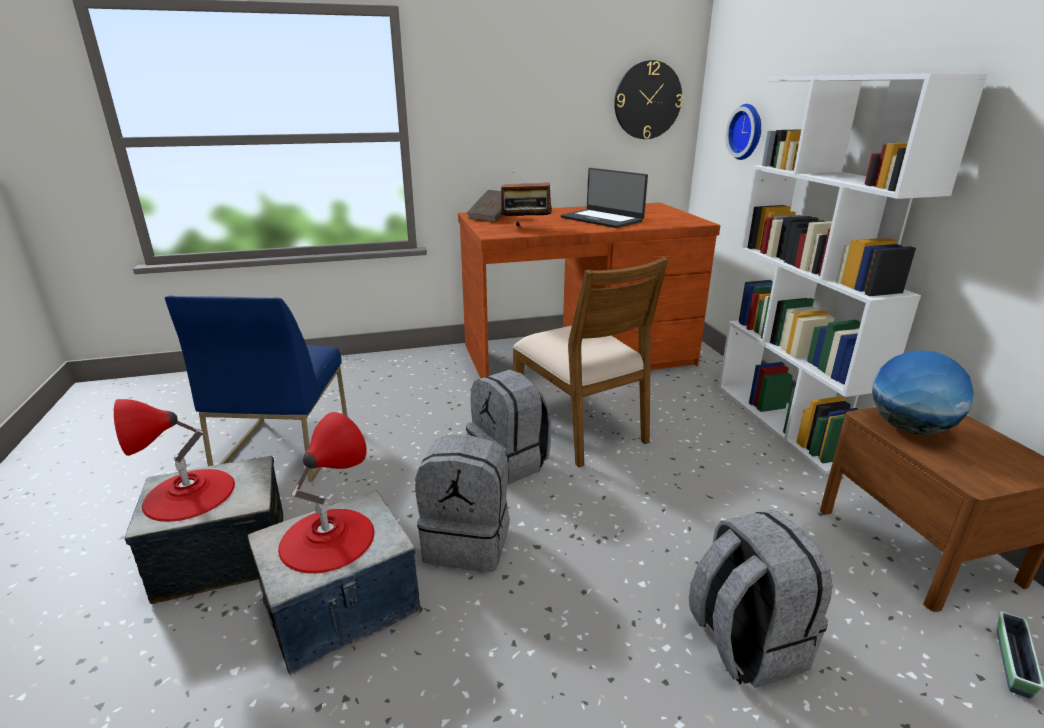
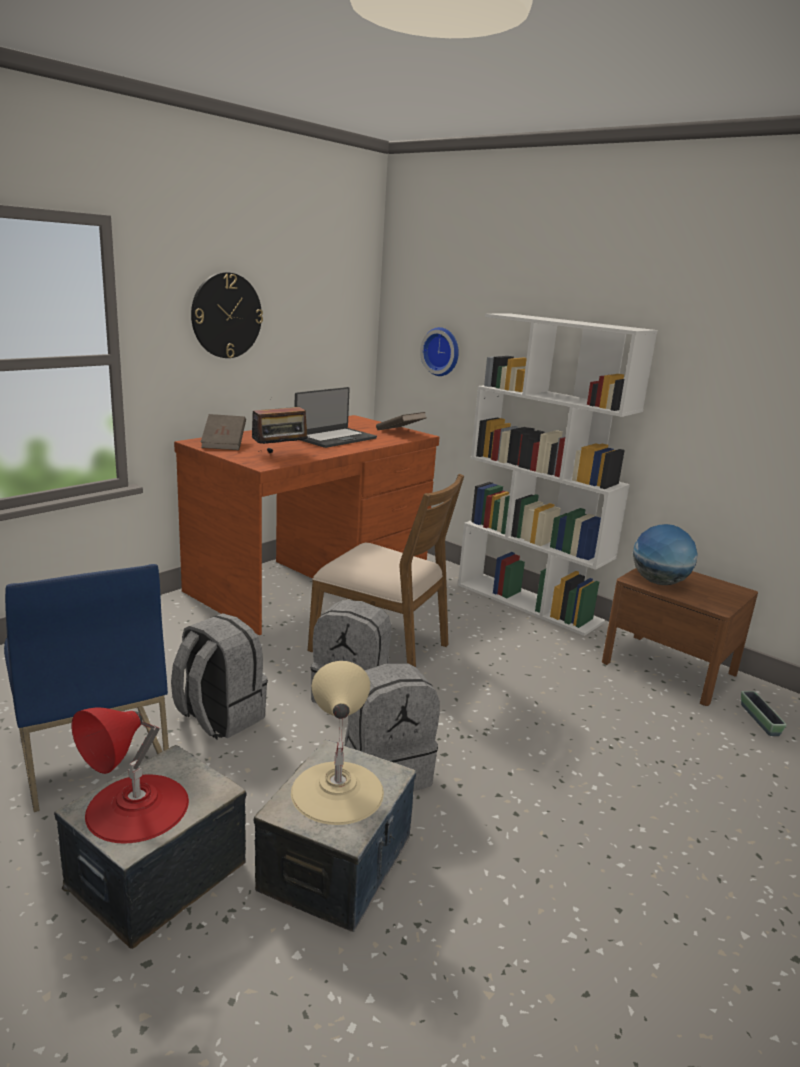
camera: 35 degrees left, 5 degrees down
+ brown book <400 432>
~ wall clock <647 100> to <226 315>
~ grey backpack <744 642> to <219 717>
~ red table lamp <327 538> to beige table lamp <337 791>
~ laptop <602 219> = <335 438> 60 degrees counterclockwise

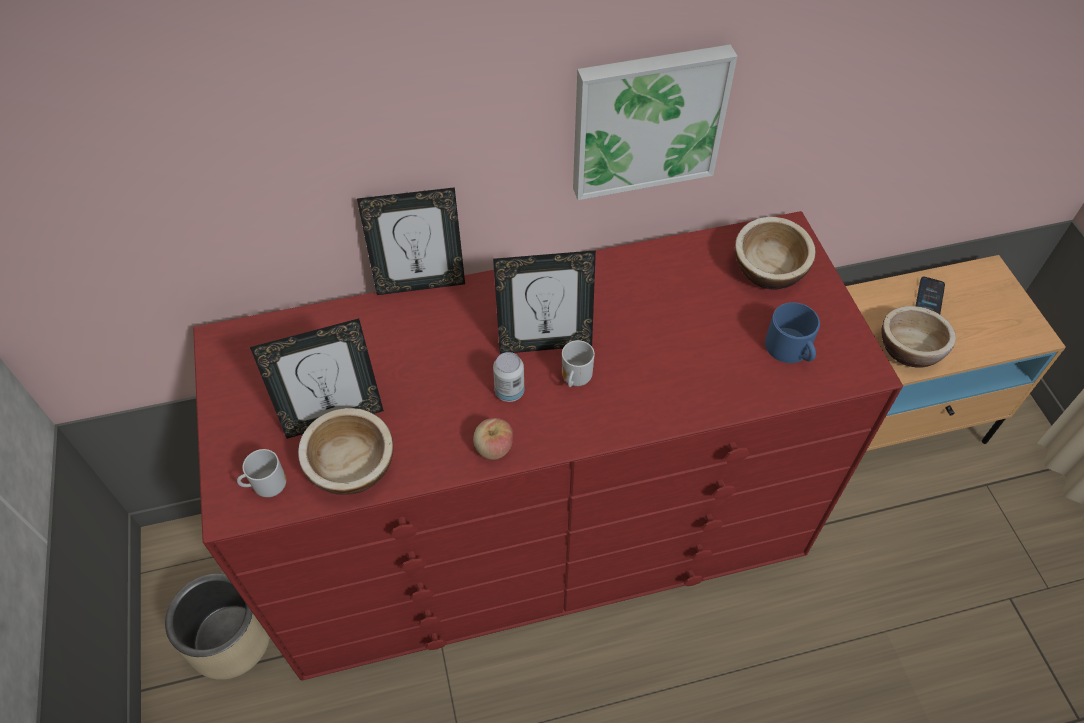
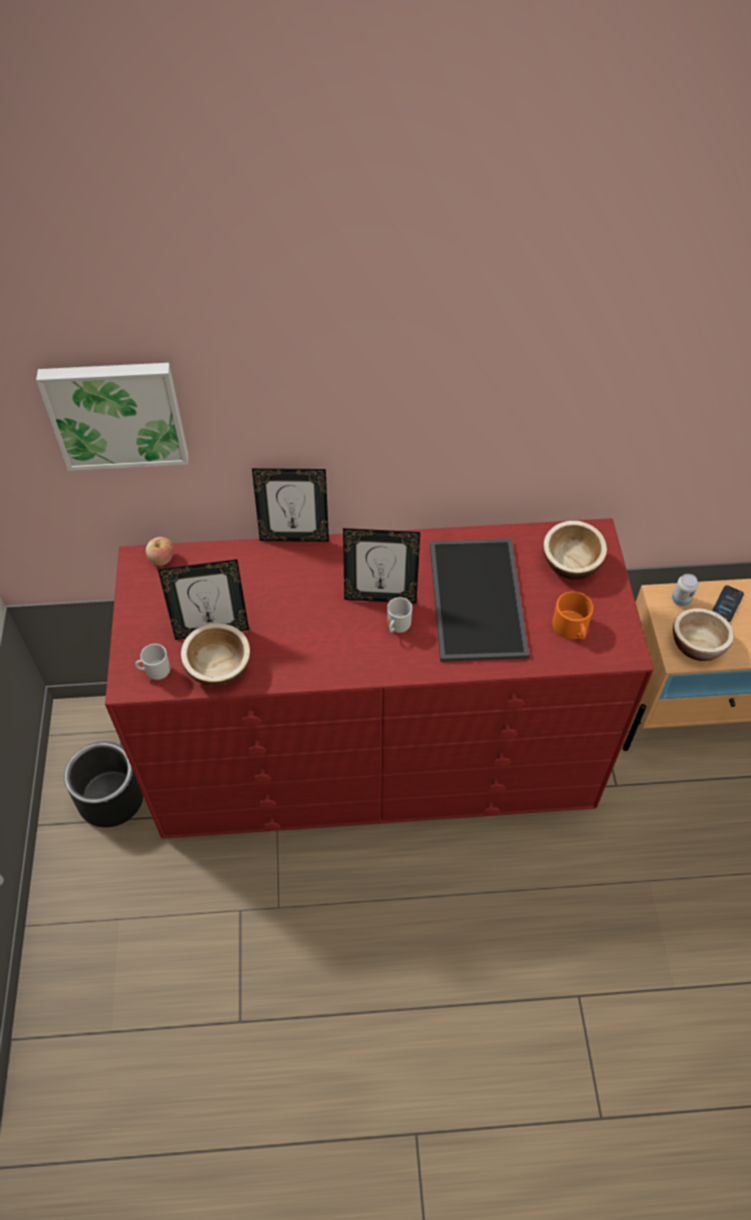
camera: 10 degrees right, 0 degrees up
+ tray <474 598>
~ apple <493 448> to <162 559>
~ can <509 391> to <681 600>
~ picture <647 120> to <116 413>
~ beige planter <229 640> to black planter <110 798>
~ blue mug <791 349> to orange mug <571 628>

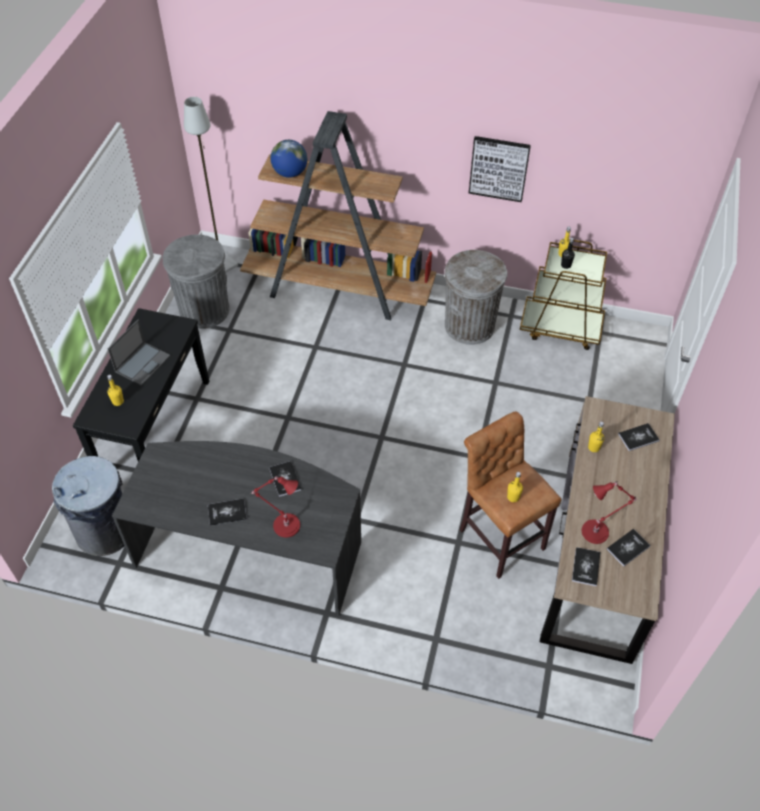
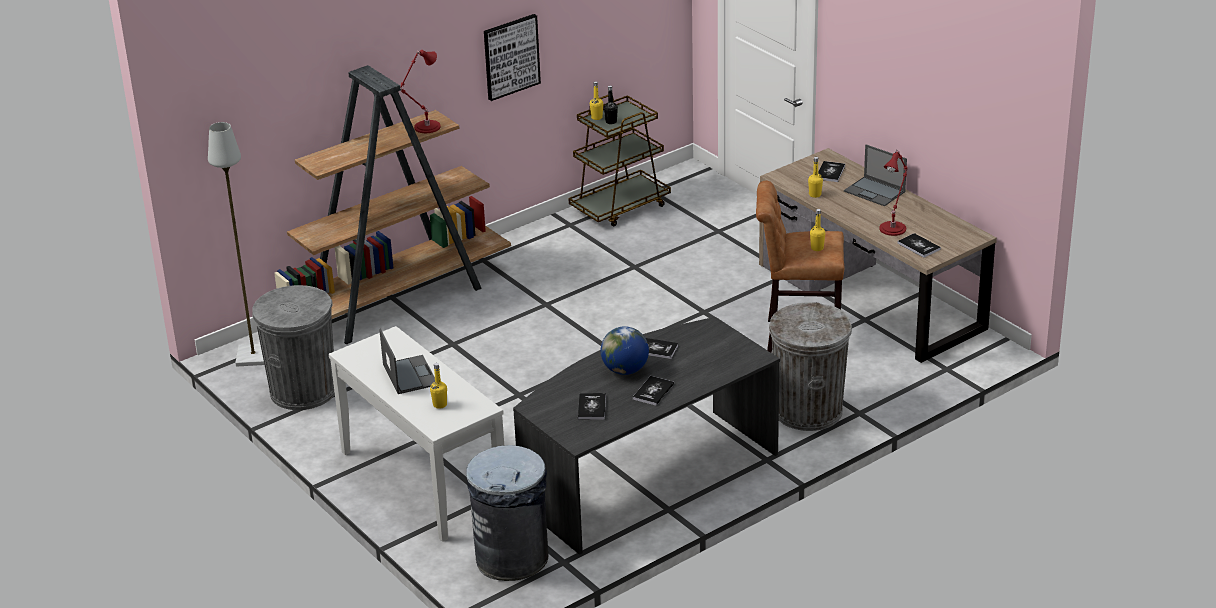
camera: 50 degrees left, 20 degrees down
+ laptop <875 192>
~ red table lamp <284 525> to <425 128>
~ globe <290 173> to <625 370>
~ grey trash can <469 325> to <807 411>
~ book <628 548> to <592 407>
~ black console table <155 429> to white console table <422 481>

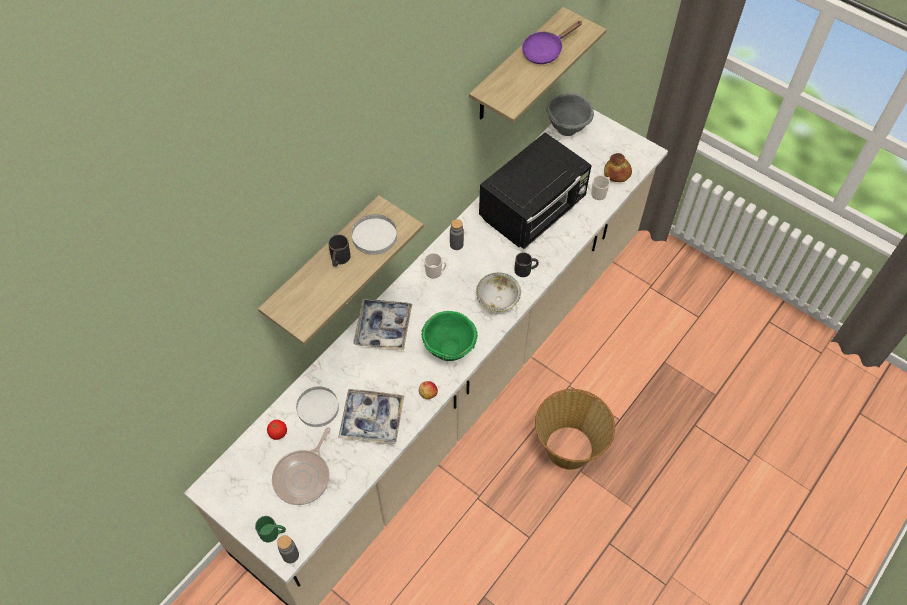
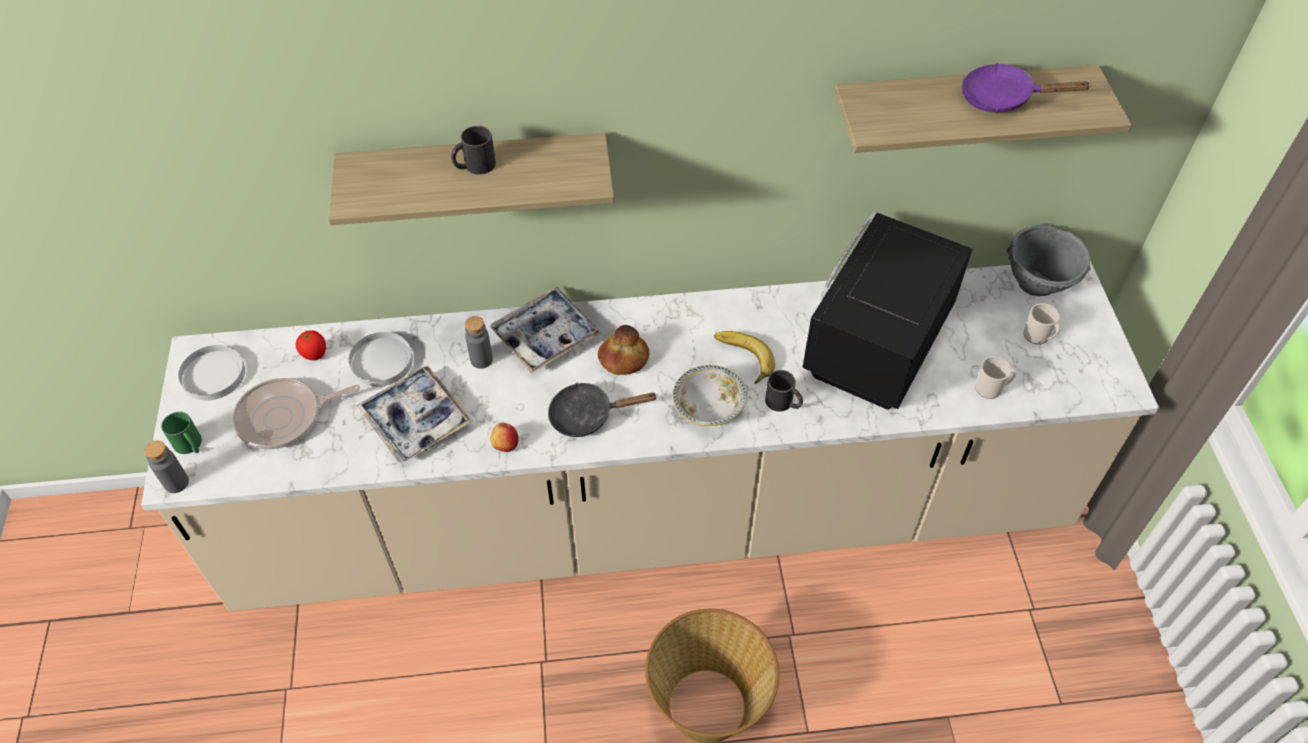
camera: 45 degrees right, 5 degrees down
+ banana <741 359>
~ white plate <374 236> to <213 375>
~ mug <435 272> to <1038 337>
~ grey bottle <456 244> to <481 360>
~ bread <616 173> to <623 359>
~ green bowl <449 348> to black frying pan <588 415>
~ black microwave <533 210> = <875 345> 120 degrees clockwise

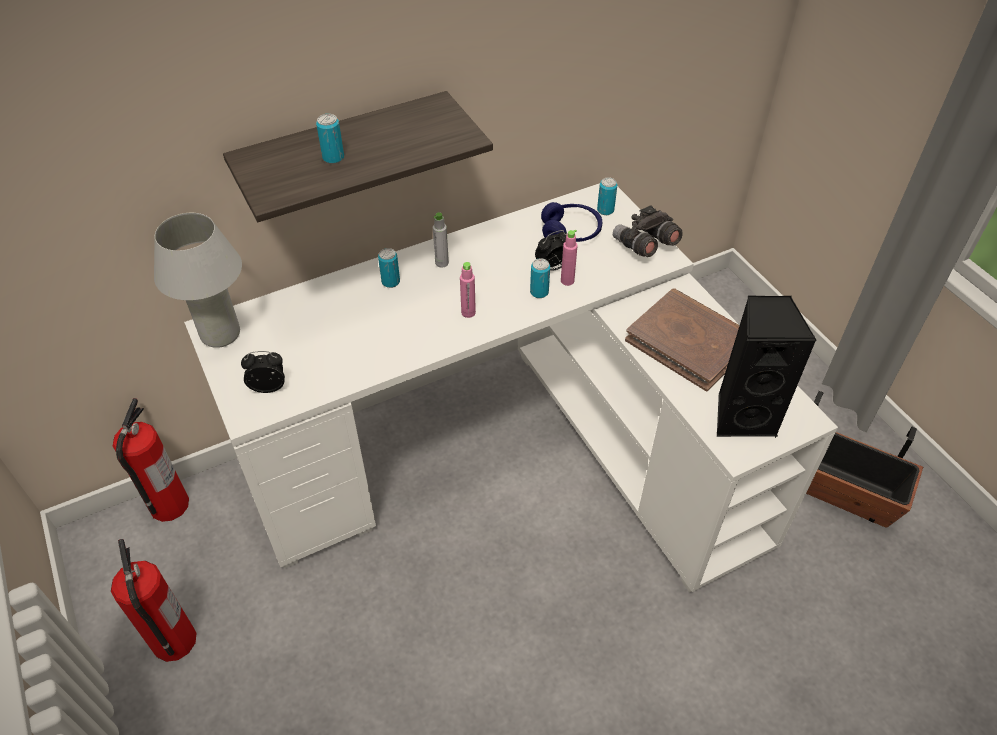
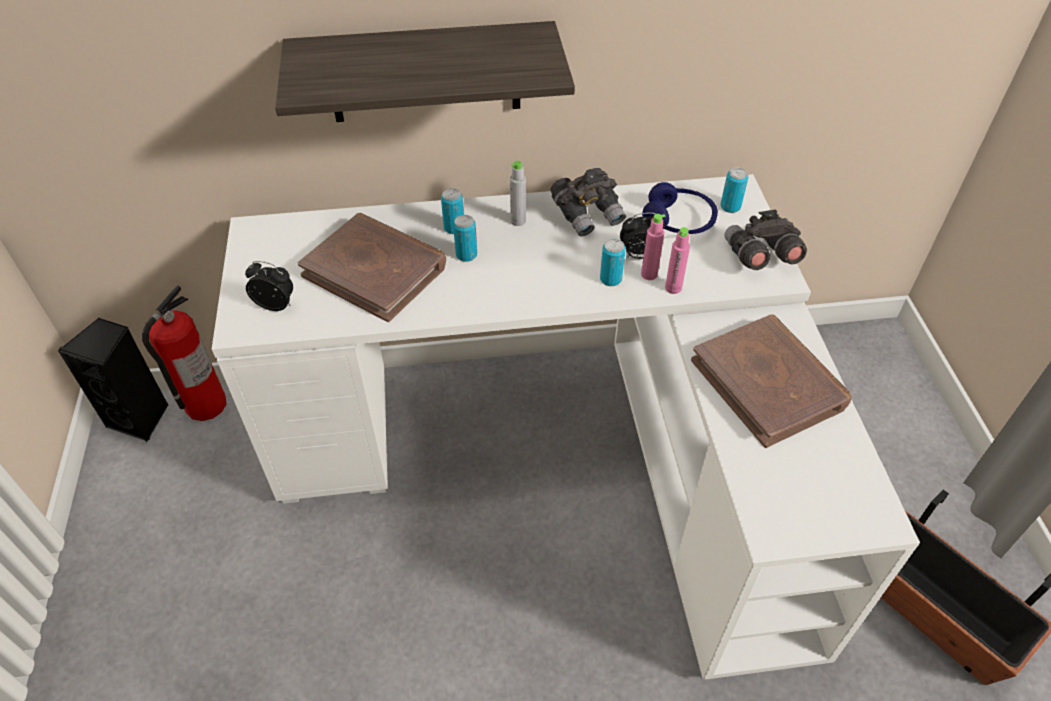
camera: 20 degrees right, 0 degrees up
- fire extinguisher <174 641>
- white table lamp <220 334>
+ brown book <375 270>
+ grey binoculars <588 214>
~ can <333 158> to <466 255>
~ pink bottle <468 312> to <673 288>
~ black speaker <743 416> to <141 418>

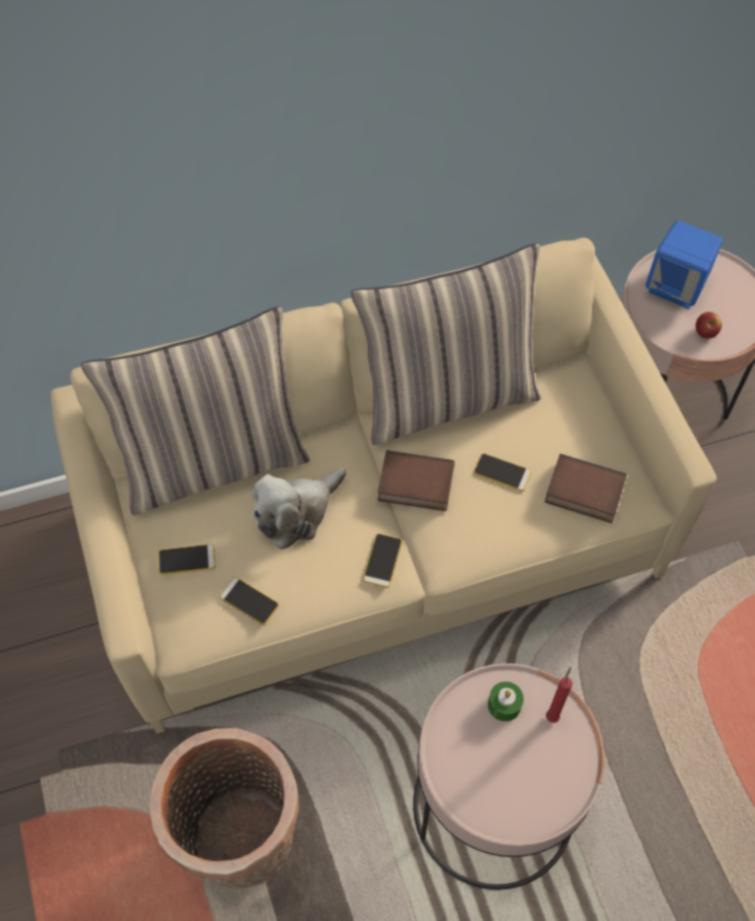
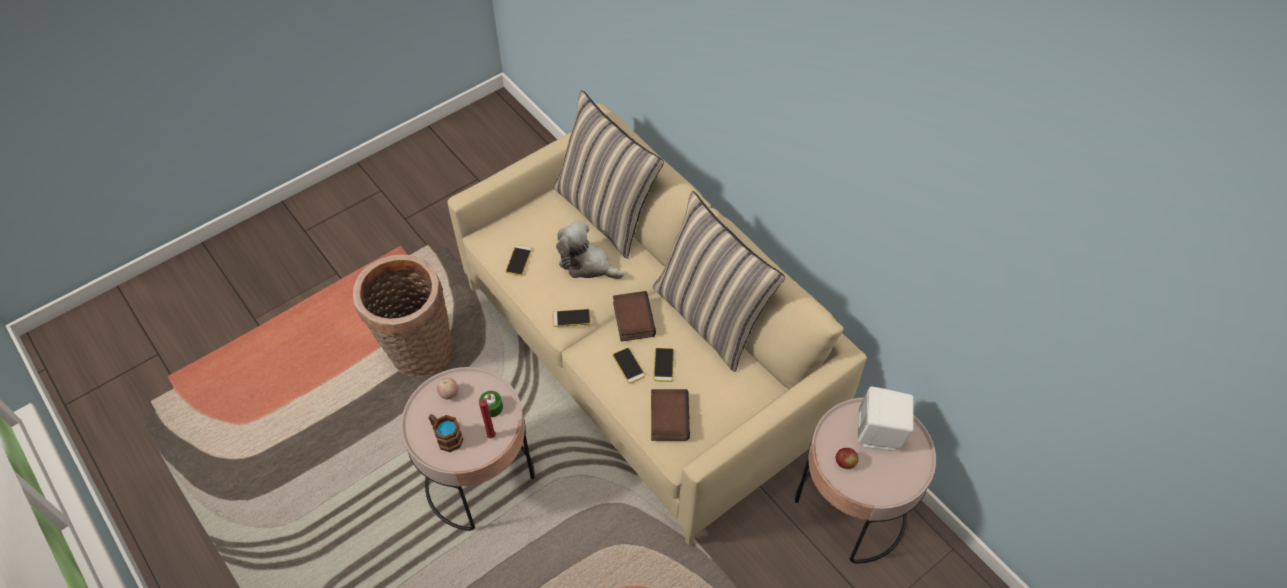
camera: 70 degrees right, 5 degrees down
+ mug <446 437>
+ apple <449 394>
~ phone <187 560> to <628 365>
~ blue speaker <676 287> to white speaker <879 433>

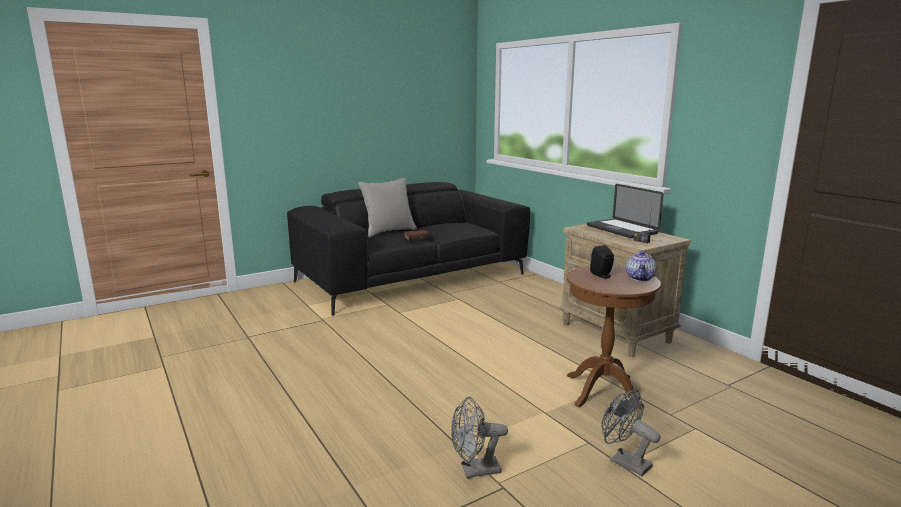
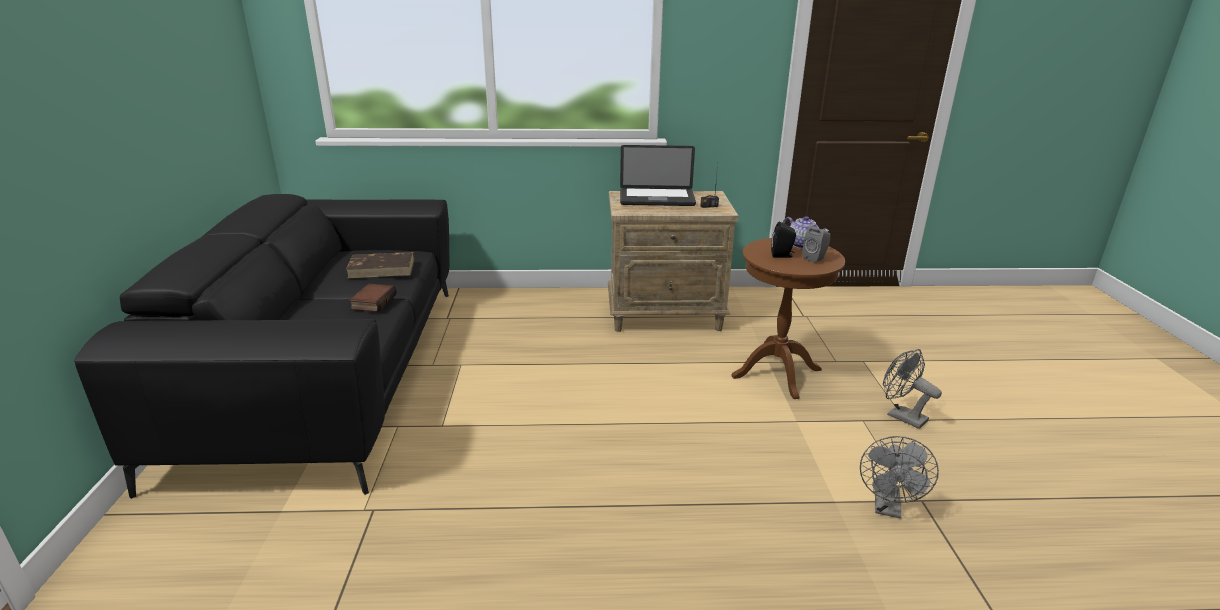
camera: 60 degrees left, 10 degrees up
- grey pillow <389 232>
+ brown book <382 268>
+ grey speaker <815 258>
~ grey fan <624 462> = <901 416> 60 degrees clockwise

